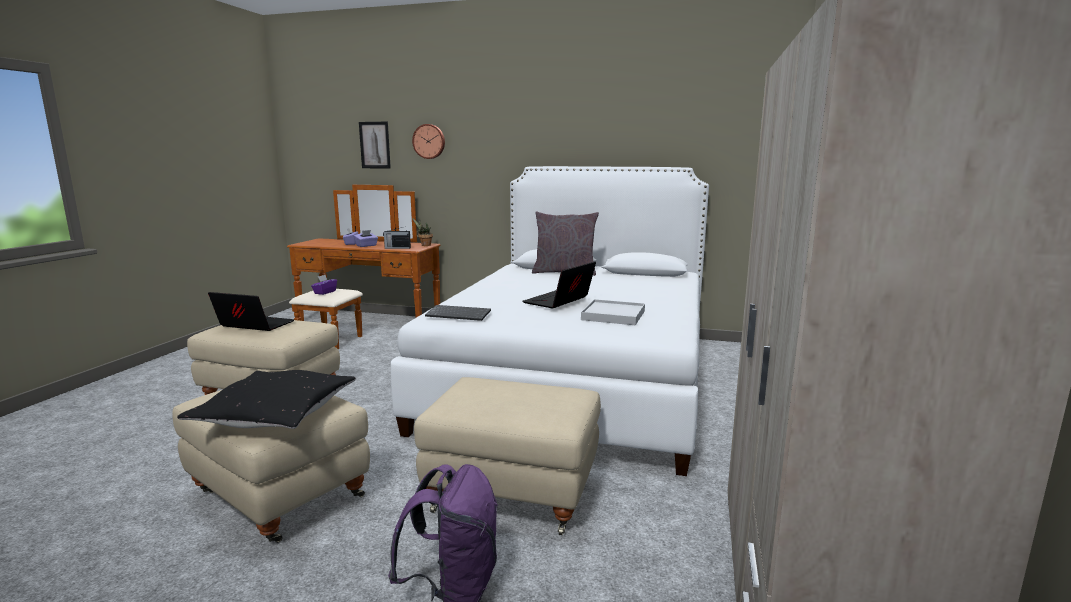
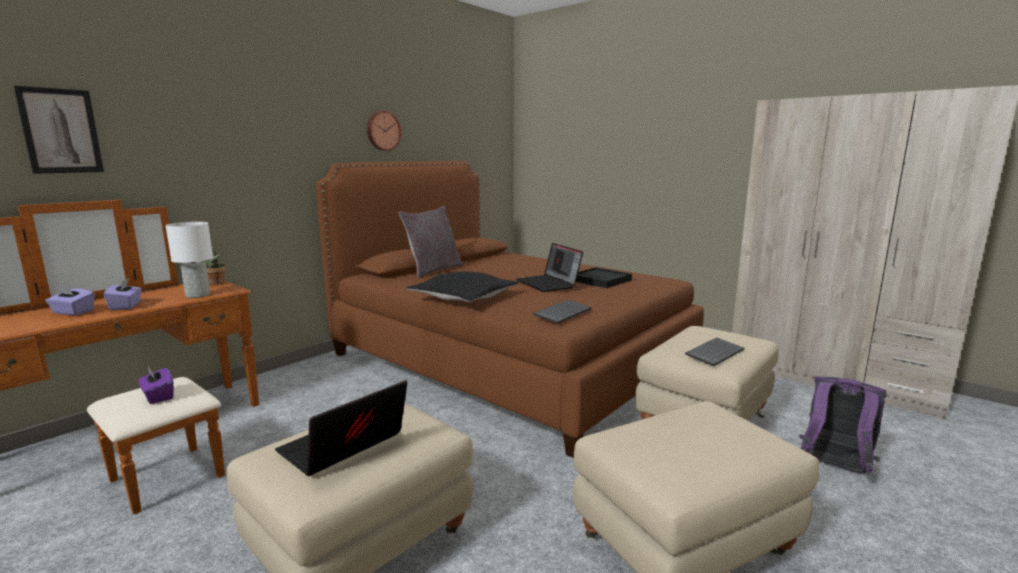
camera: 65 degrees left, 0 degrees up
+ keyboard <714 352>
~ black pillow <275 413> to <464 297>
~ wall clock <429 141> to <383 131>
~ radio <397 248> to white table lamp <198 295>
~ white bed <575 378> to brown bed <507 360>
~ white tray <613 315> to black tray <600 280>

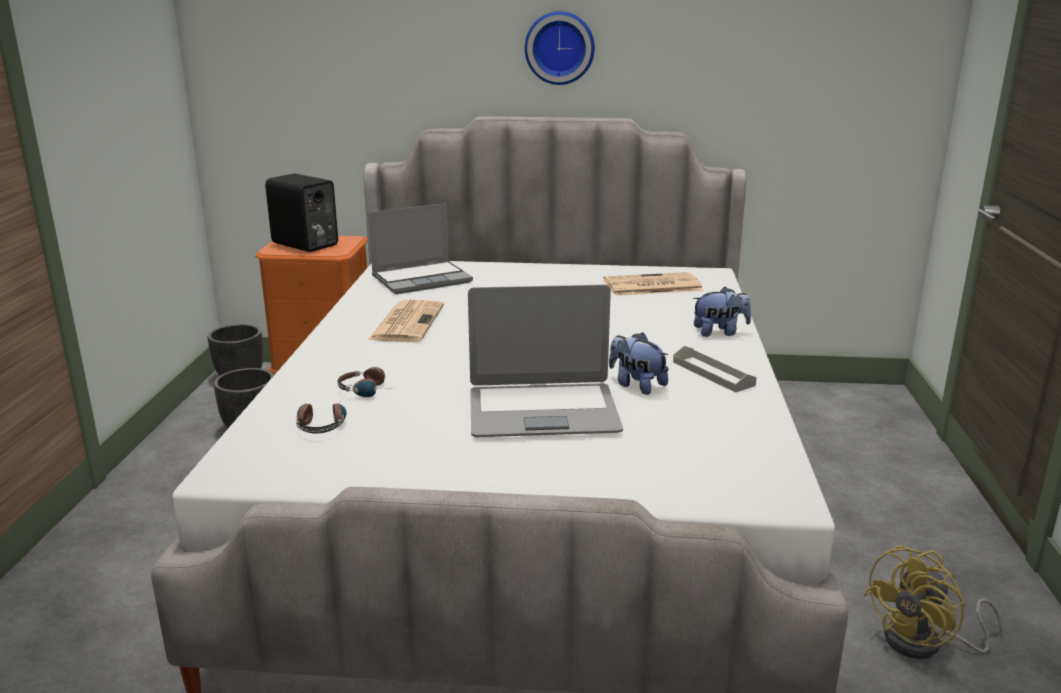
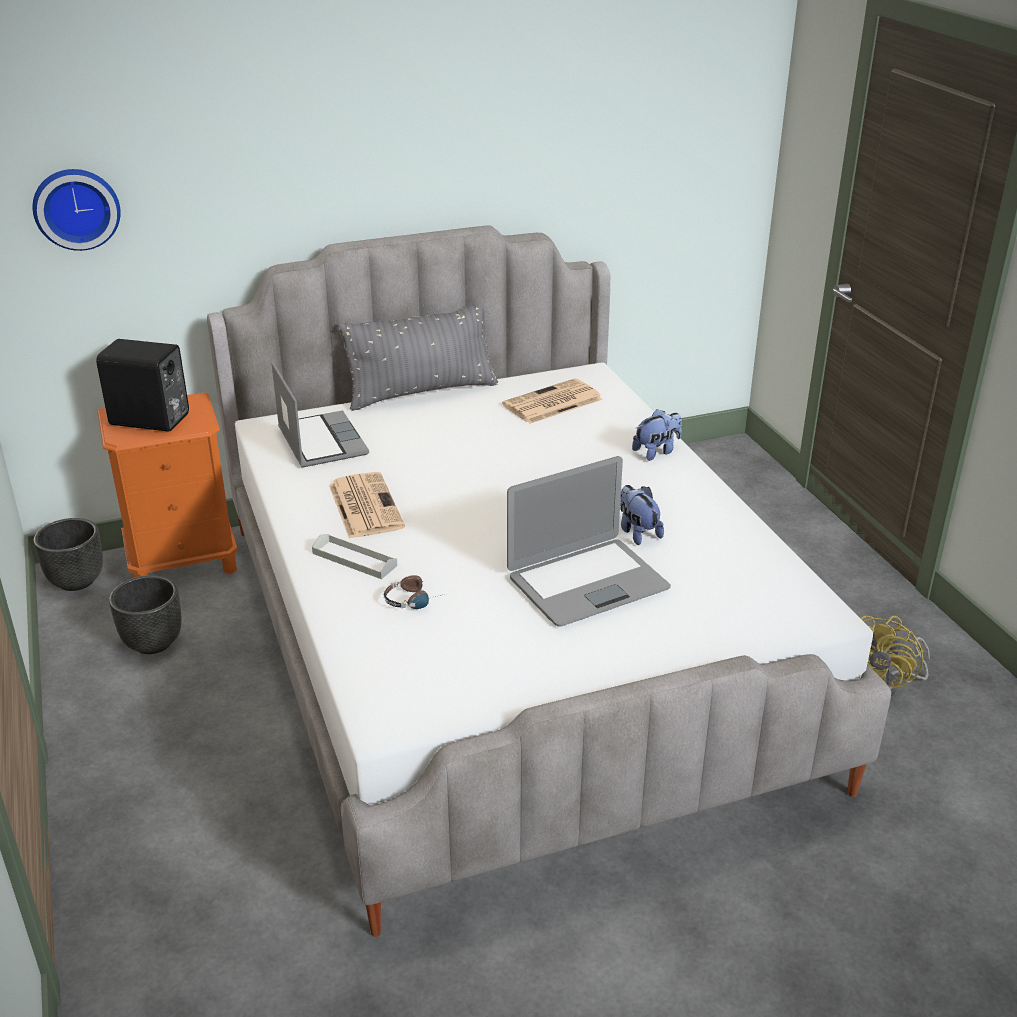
camera: 25 degrees left, 10 degrees up
- headphones <322 423>
+ grey pillow <422 392>
~ wall clock <559 48> to <76 208>
~ grey tray <713 373> to <354 559>
~ laptop <422 279> = <320 441> 60 degrees counterclockwise
~ plush toy <636 385> = <637 532> 45 degrees clockwise

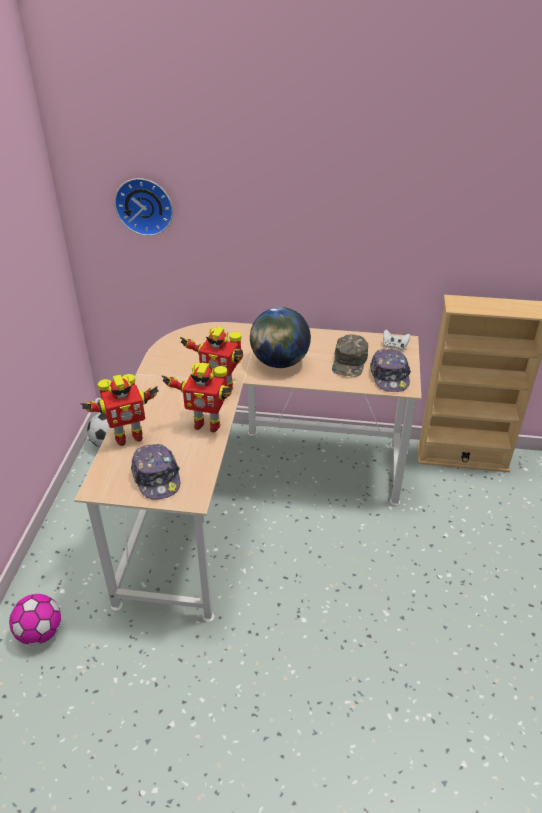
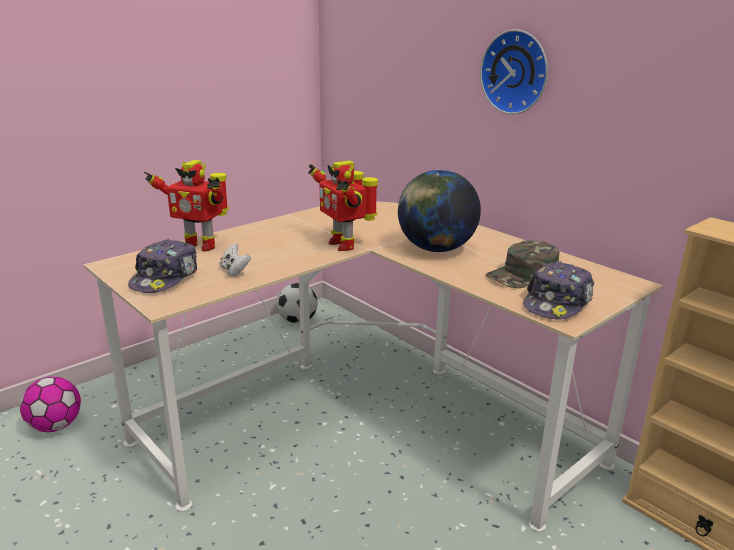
camera: 40 degrees right, 15 degrees down
- toy robot <206 424>
~ wall clock <145 205> to <516 72>
~ white game controller <394 346> to <234 271>

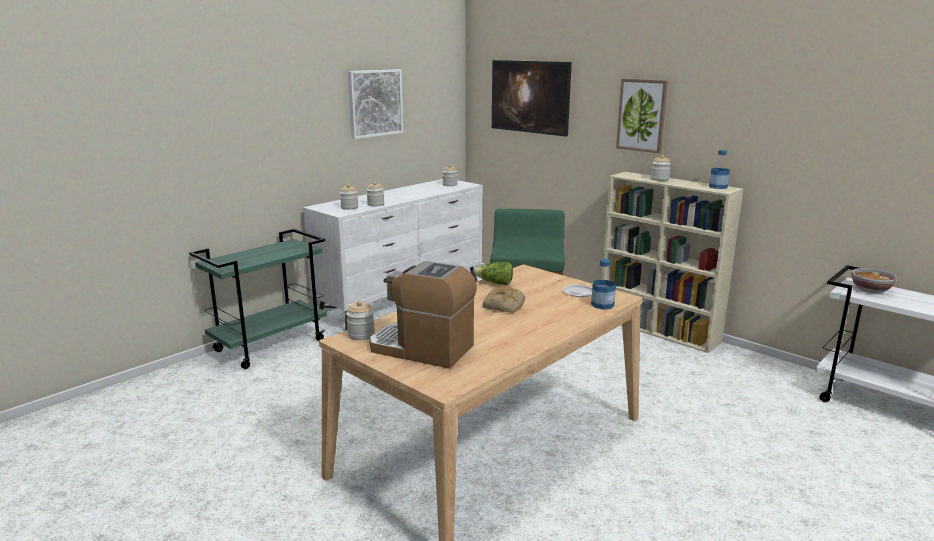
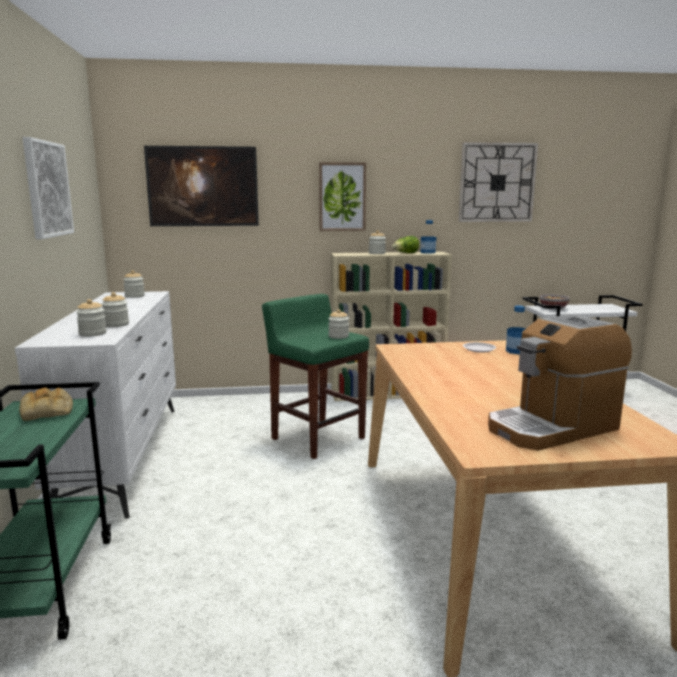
camera: 50 degrees left, 5 degrees down
+ wall clock <497 182>
~ jar <361 335> to <338 336>
~ lettuce <494 283> to <405 253>
~ bread <504 305> to <47 411>

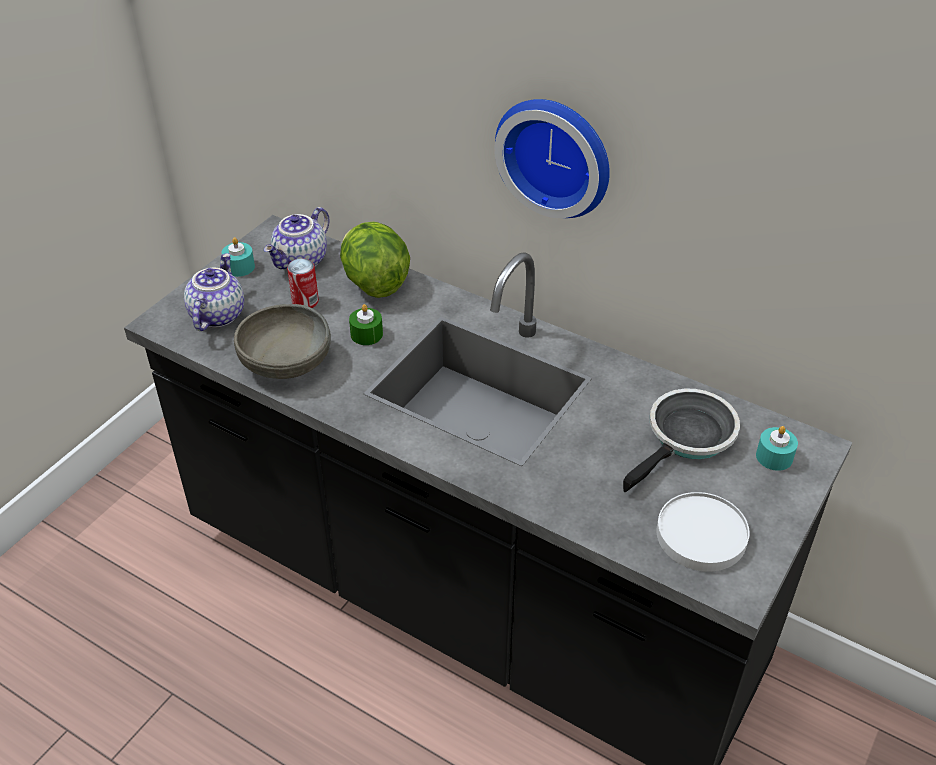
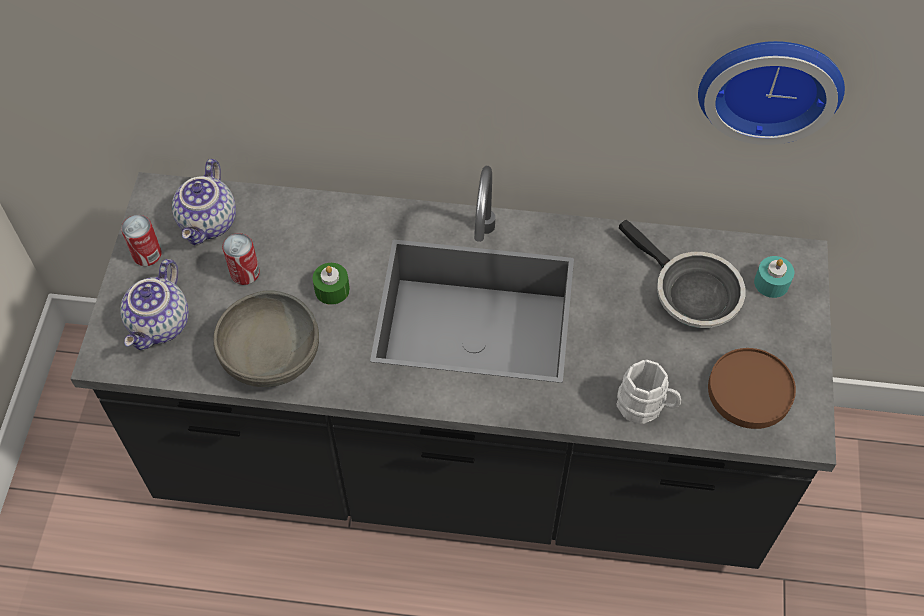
camera: 25 degrees left, 15 degrees up
- lettuce <374 283>
+ white mug <646 407>
~ wall clock <556 154> to <770 83>
~ turquoise candle <239 267> to can <147 254>
~ white plate <700 535> to brown plate <749 391>
~ teapot <216 315> = <161 325> 150 degrees counterclockwise
~ frying pan <687 438> = <690 293> 120 degrees clockwise

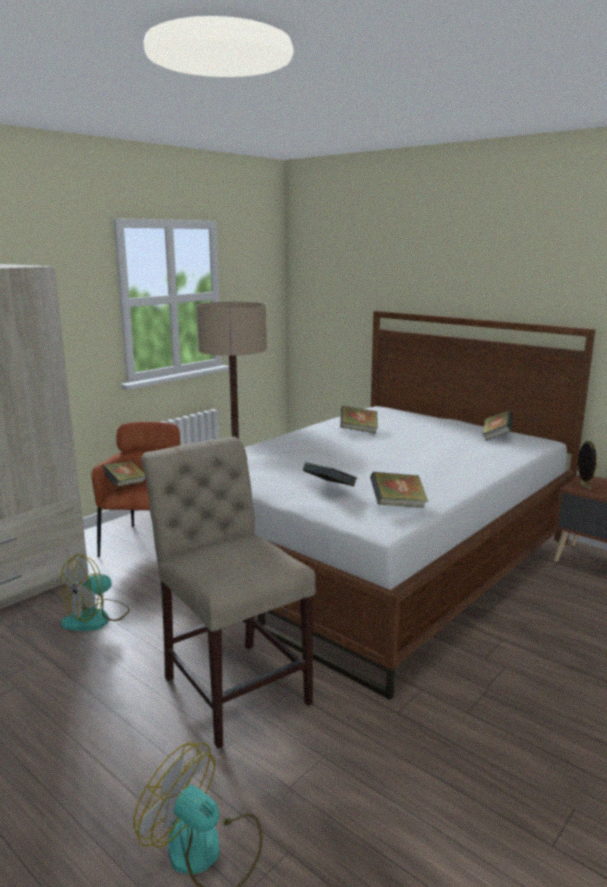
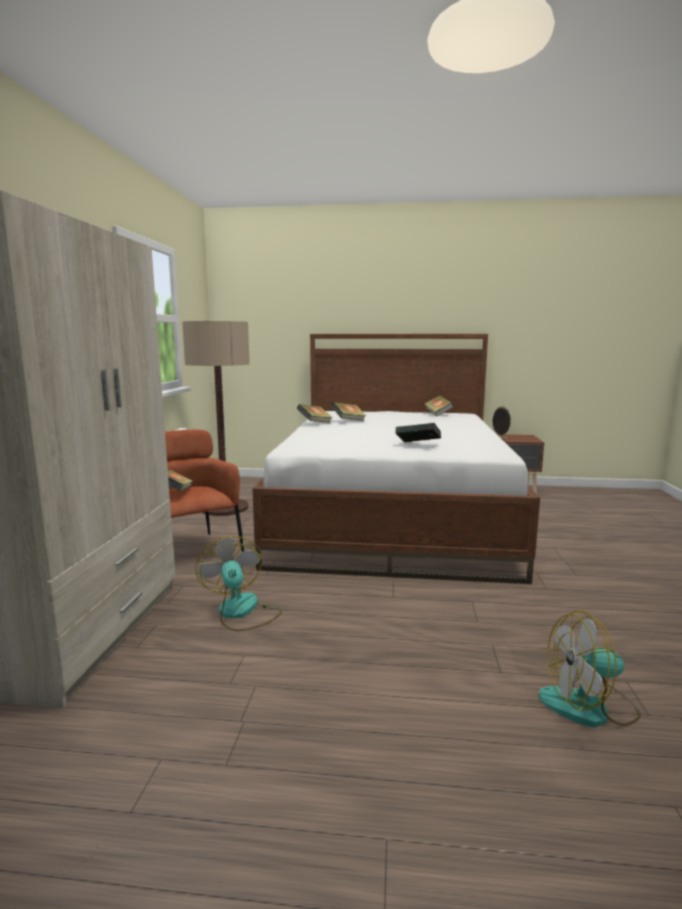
camera: 35 degrees left, 5 degrees down
- beige chair <232 685>
~ book <398 505> to <315 423>
~ fan <96 618> = <241 612> 150 degrees clockwise

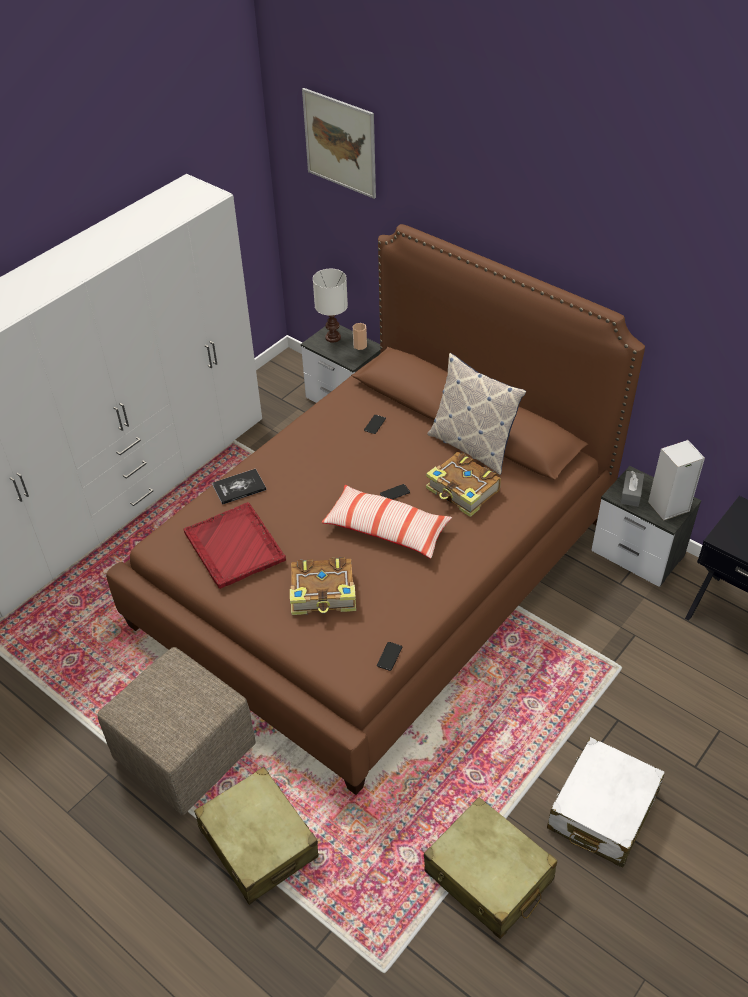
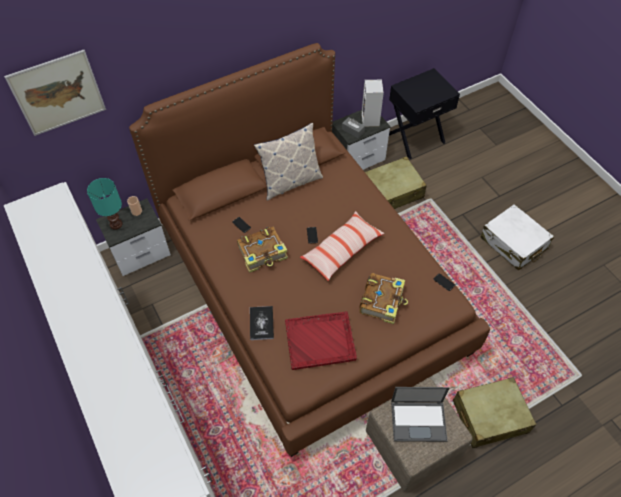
camera: 70 degrees left, 10 degrees up
+ laptop <419 420>
~ beige suitcase <488 876> to <393 191>
~ book <463 491> to <263 253>
~ white table lamp <333 337> to turquoise table lamp <116 224>

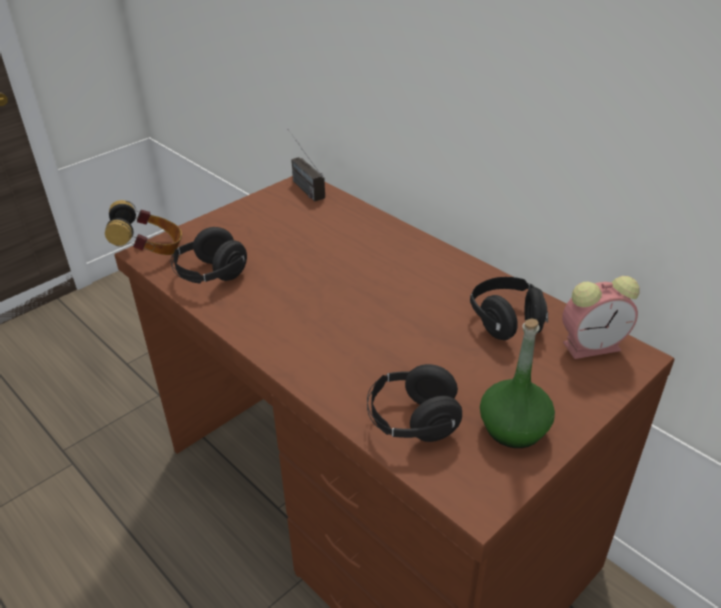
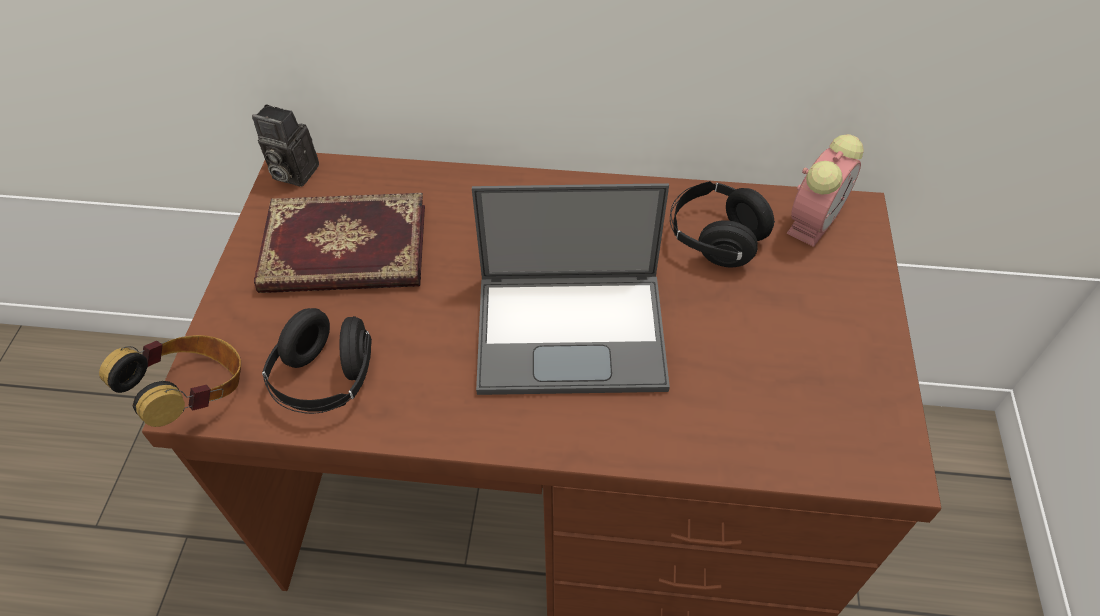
camera: 40 degrees left, 15 degrees up
- black headphones <412 421>
- green bottle <513 428>
+ book <345 251>
+ laptop <573 331>
~ radio <301 184> to photo camera <292 173>

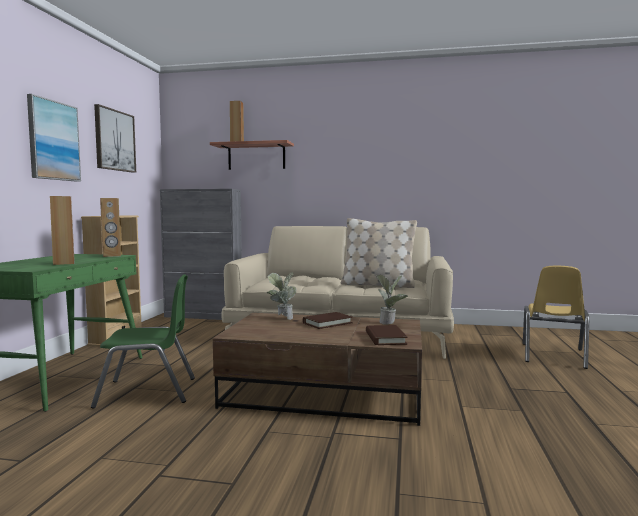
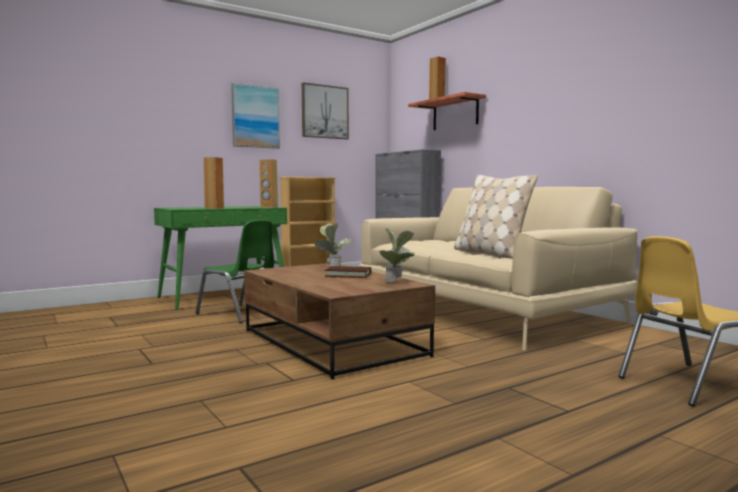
camera: 45 degrees right, 0 degrees up
- brown book <385 338>

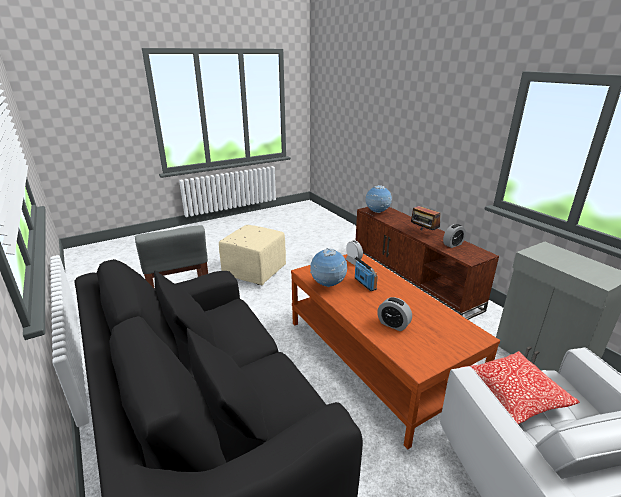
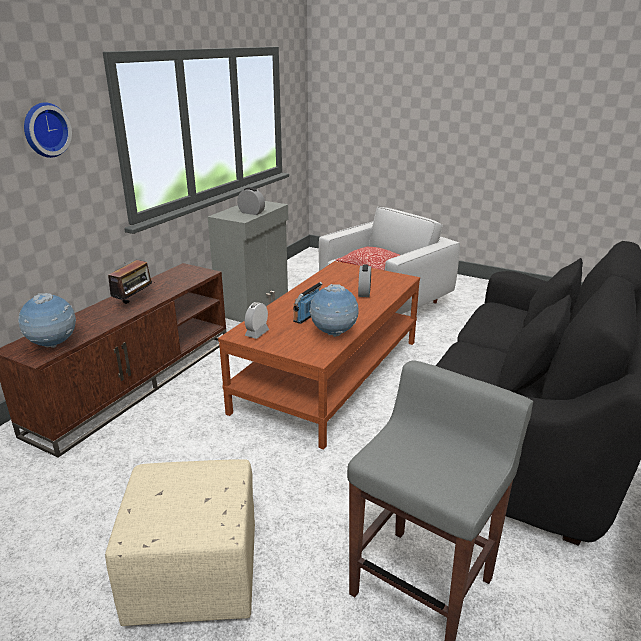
camera: 120 degrees left, 0 degrees up
+ wall clock <45 130>
~ alarm clock <453 244> to <251 212>

